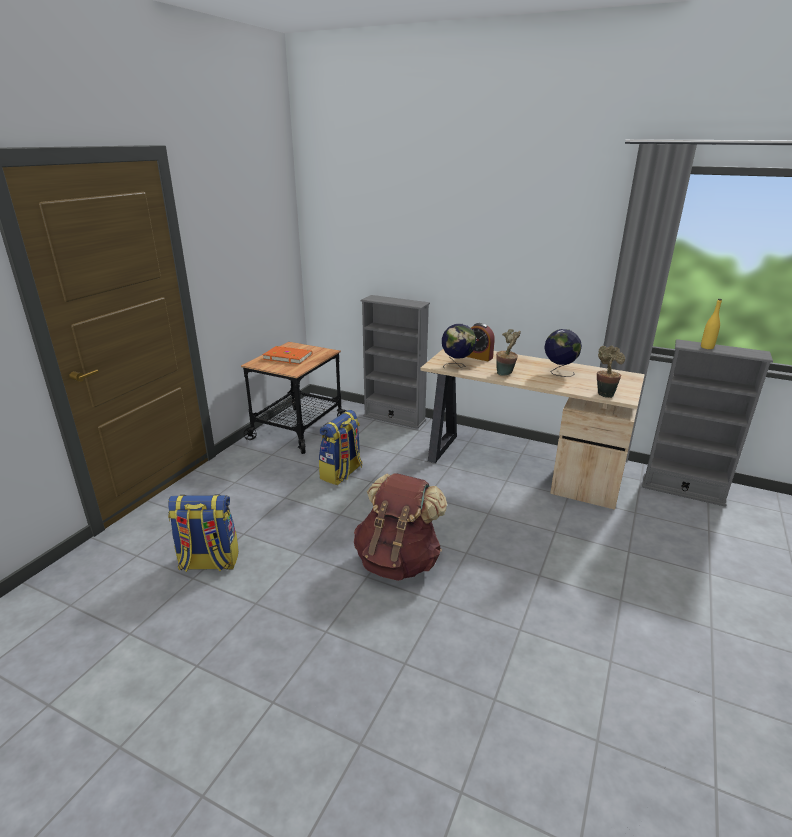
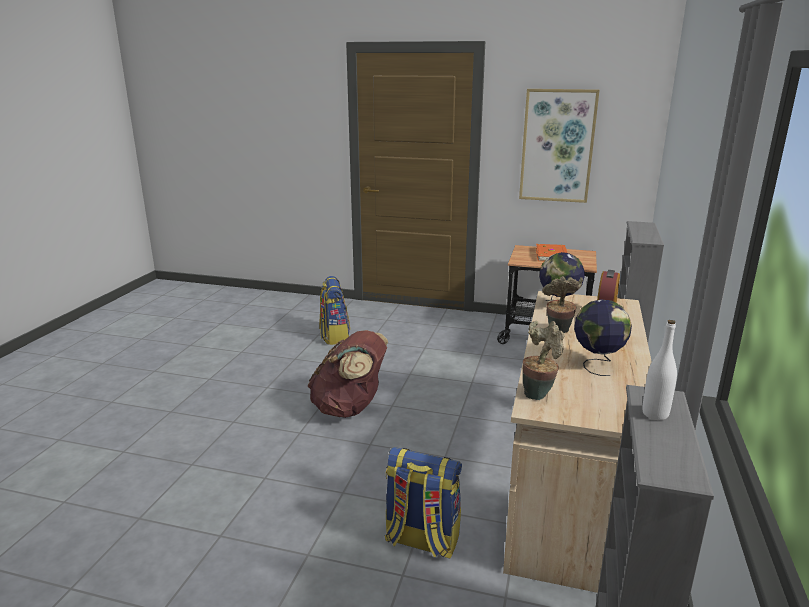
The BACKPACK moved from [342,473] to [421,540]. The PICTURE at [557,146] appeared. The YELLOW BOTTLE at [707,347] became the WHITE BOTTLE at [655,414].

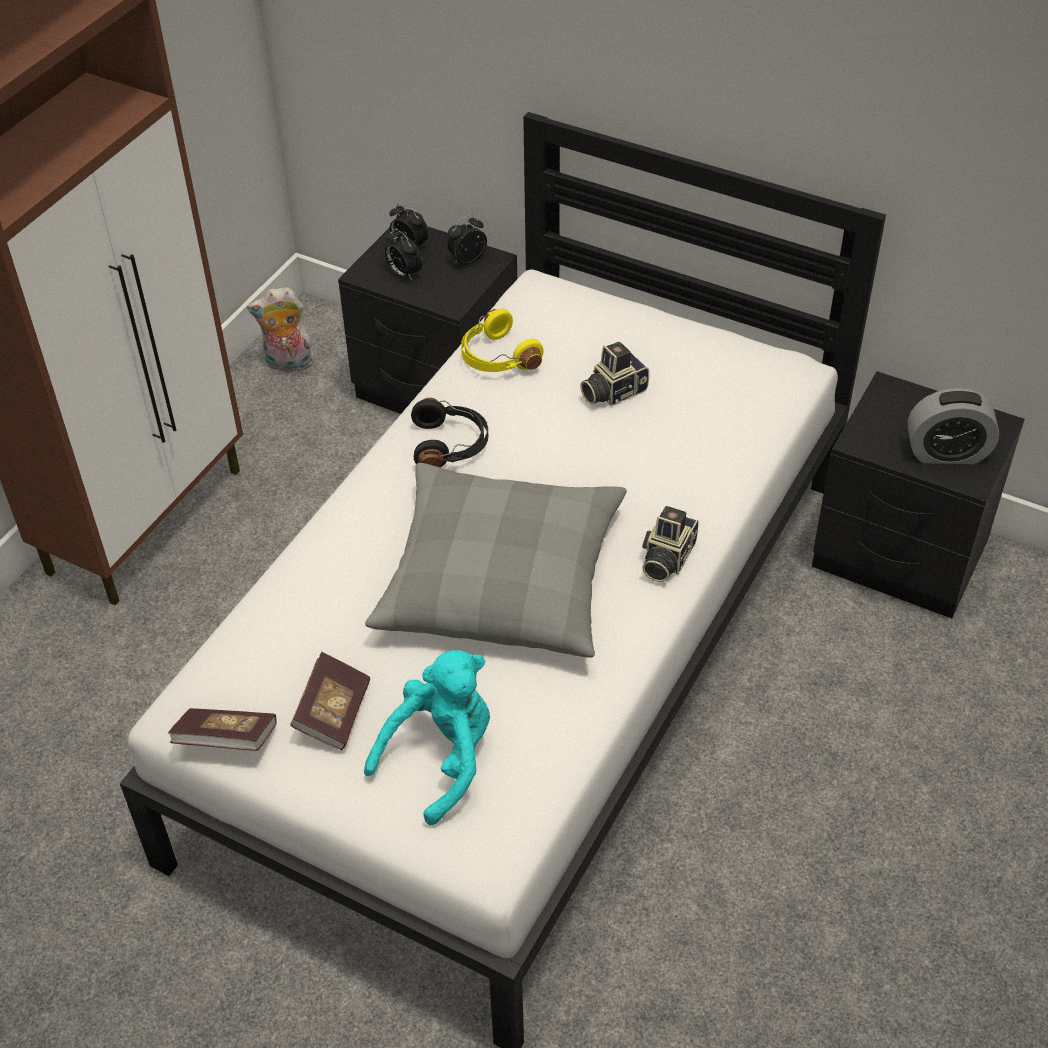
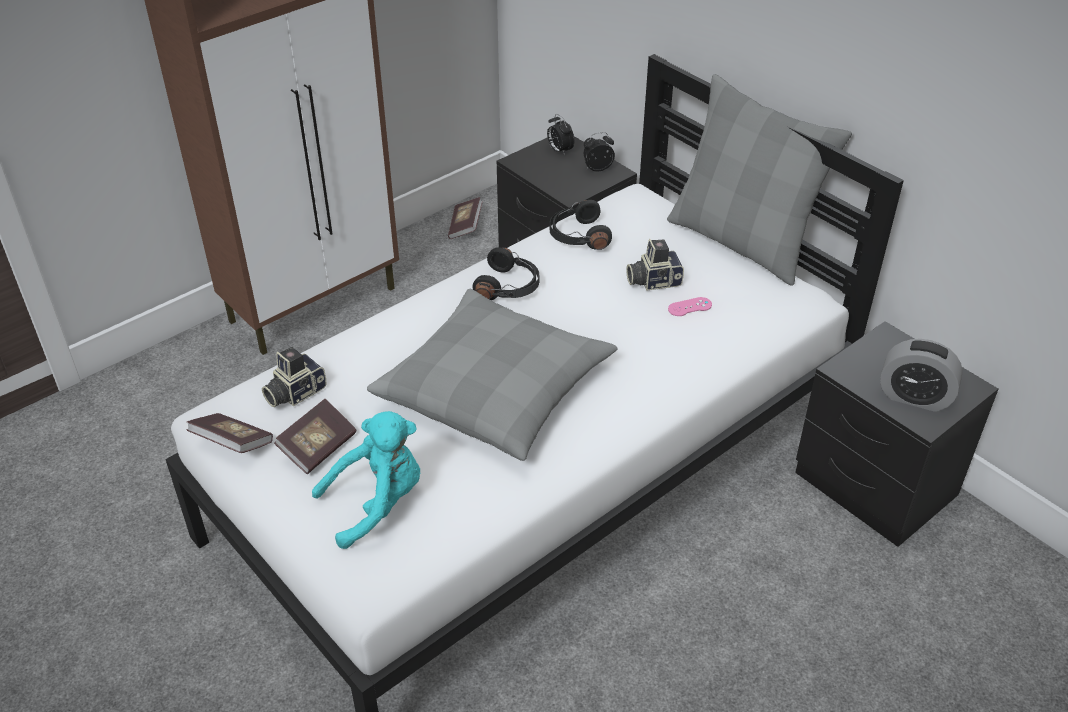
The PHOTO CAMERA moved from [665,558] to [294,392]. The PLUSH TOY at [288,364] was replaced by the BOOK at [465,226]. The YELLOW HEADPHONES at [497,358] became the BLACK HEADPHONES at [578,236]. The GREY PILLOW at [741,242] appeared. The PINK GAME CONTROLLER at [690,307] appeared. The ALARM CLOCK at [404,273] disappeared.

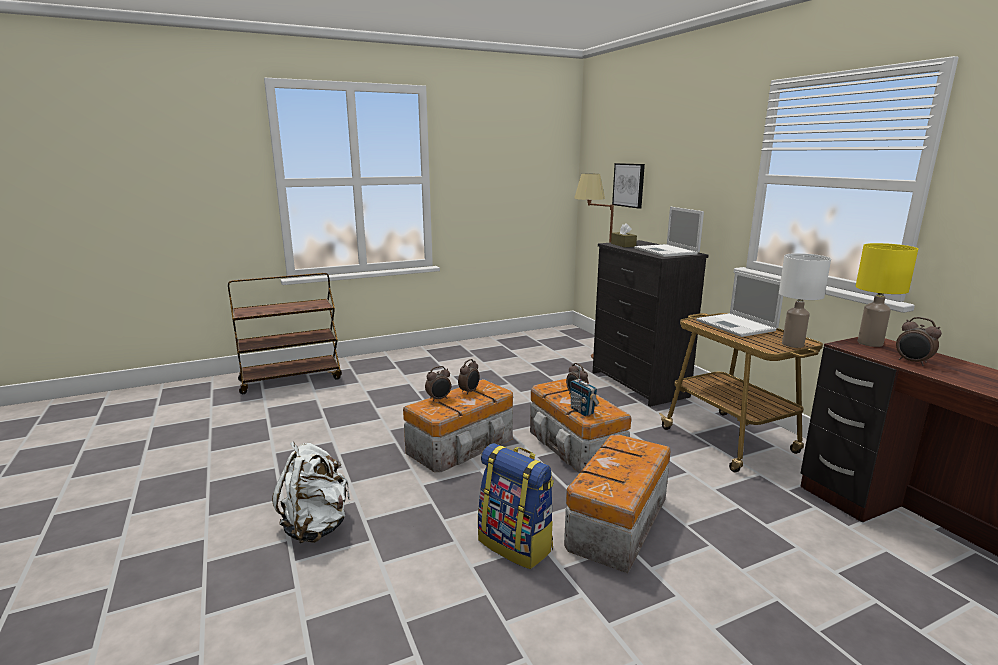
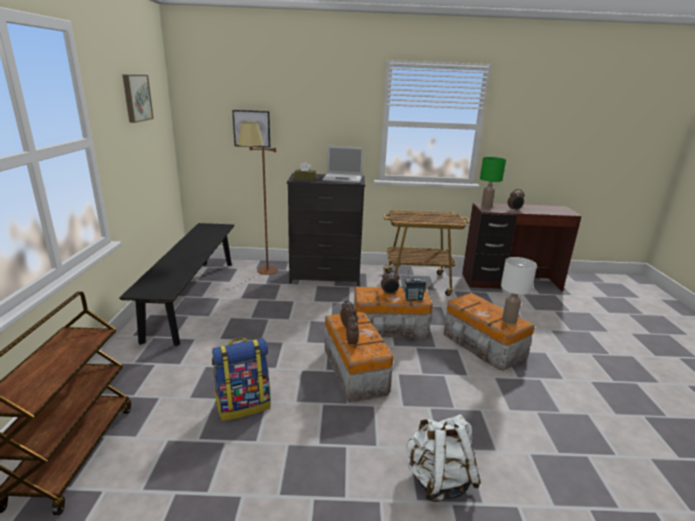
The BLACK BENCH at [193,297] appeared. The PICTURE at [136,98] appeared. The BACKPACK moved from [516,544] to [243,405]. The YELLOW TABLE LAMP at [870,343] became the GREEN TABLE LAMP at [486,206]. The WHITE TABLE LAMP moved from [792,344] to [509,320]. The LAPTOP at [737,326] disappeared.

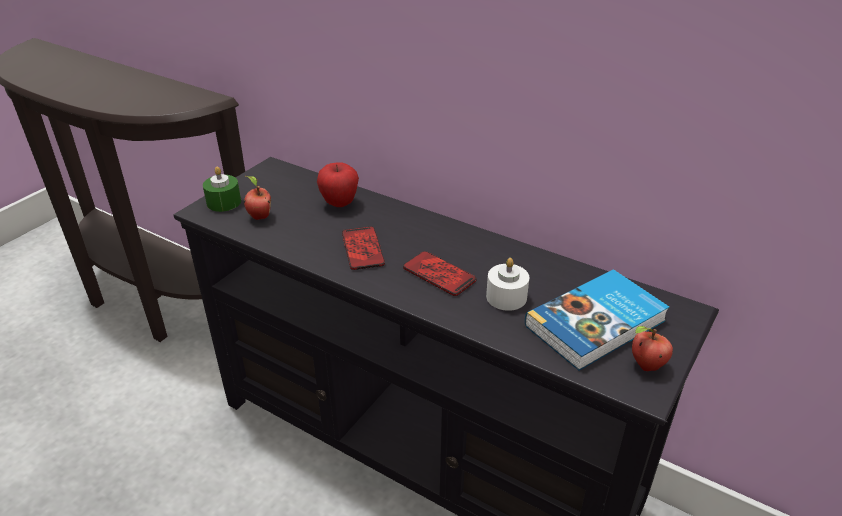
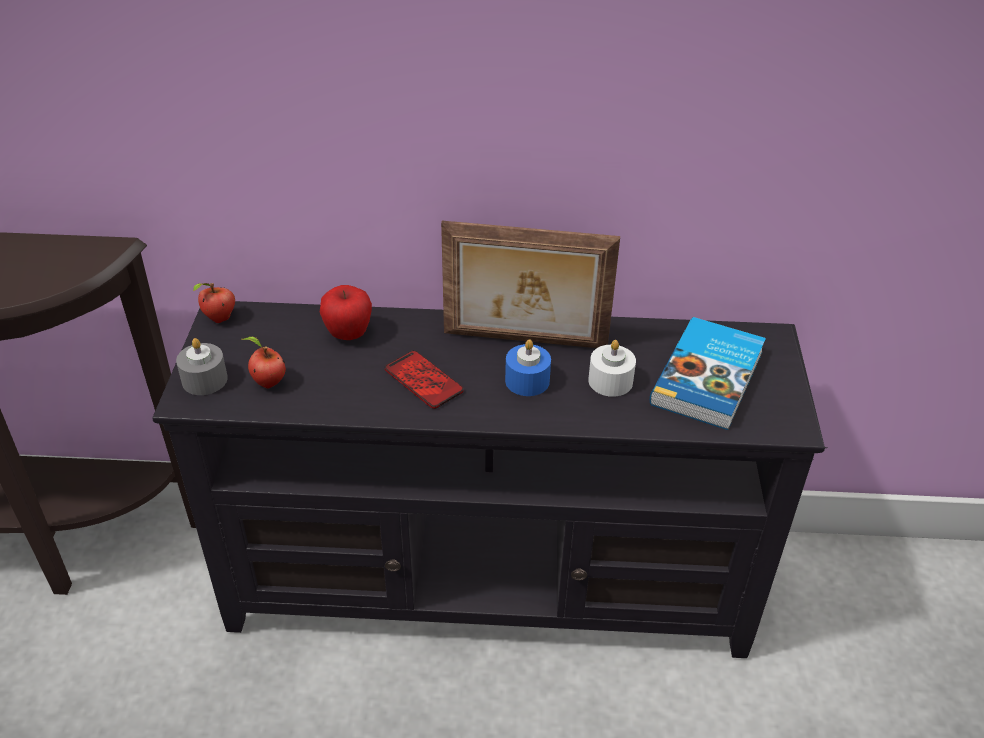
The GREEN CANDLE at [224,202] became the GREY CANDLE at [204,380]. The APPLE moved from [646,366] to [219,319]. The PICTURE FRAME at [524,342] appeared. The PHONE at [439,274] was replaced by the BLUE CANDLE at [527,381].

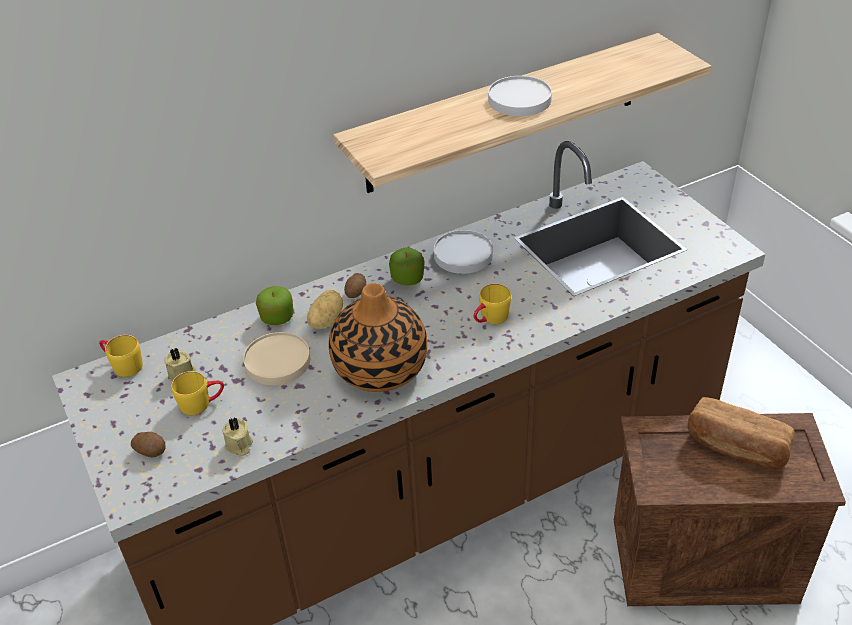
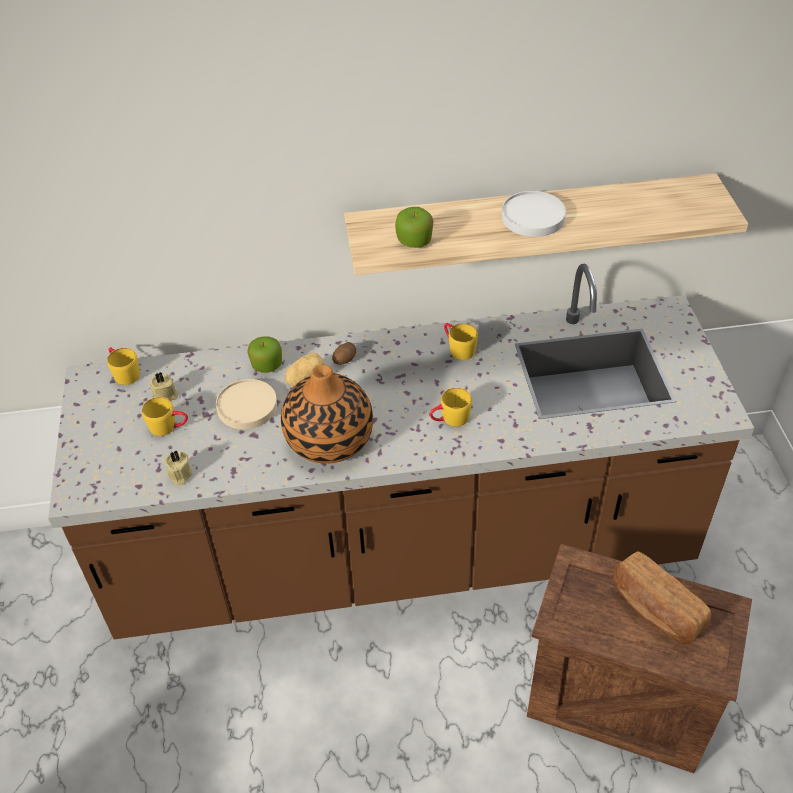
The APPLE moved from [407,278] to [414,241]. The WHITE PLATE at [462,255] was replaced by the YELLOW MUG at [458,348]. The POTATO at [151,450] disappeared.

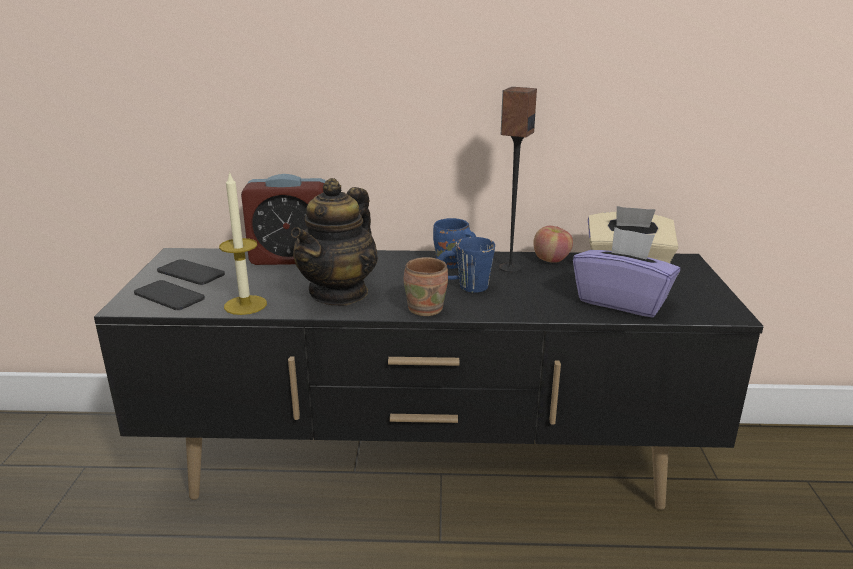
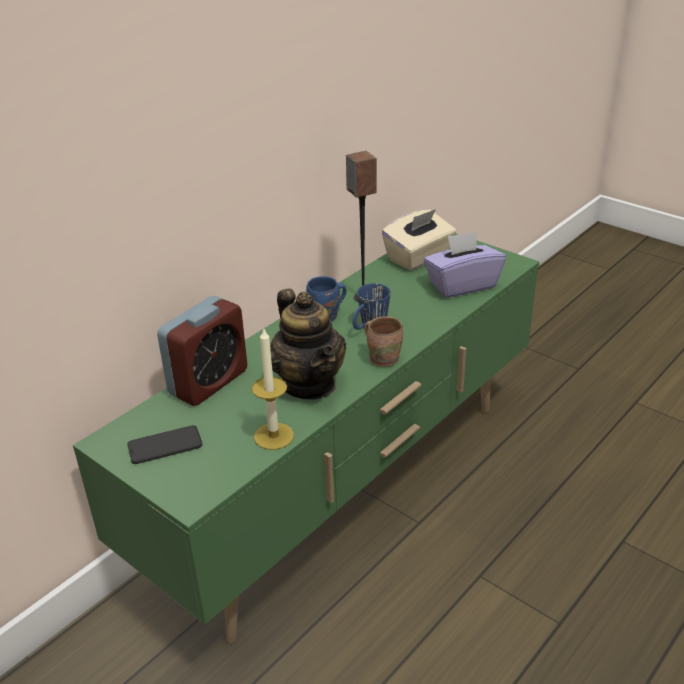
The BLACK TV STAND at [428,470] became the GREEN TV STAND at [346,490]. The PHONE at [169,296] disappeared. The APPLE at [551,260] disappeared.

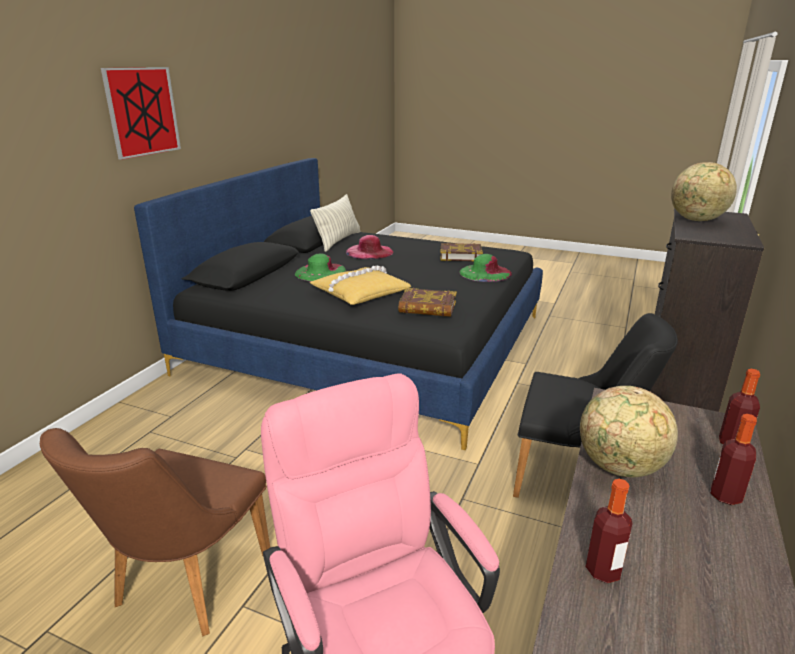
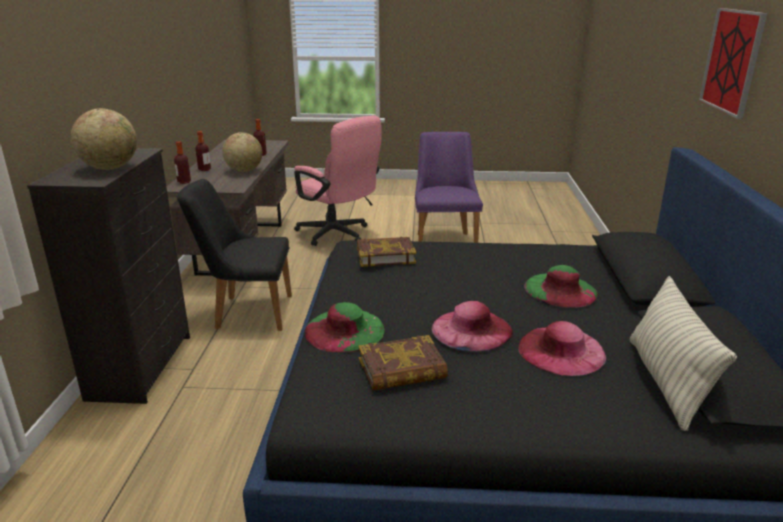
The BROWN CHAIR at [183,588] became the PURPLE CHAIR at [444,240]. The PINK HAT at [471,329] appeared. The YELLOW PILLOW at [359,293] disappeared.

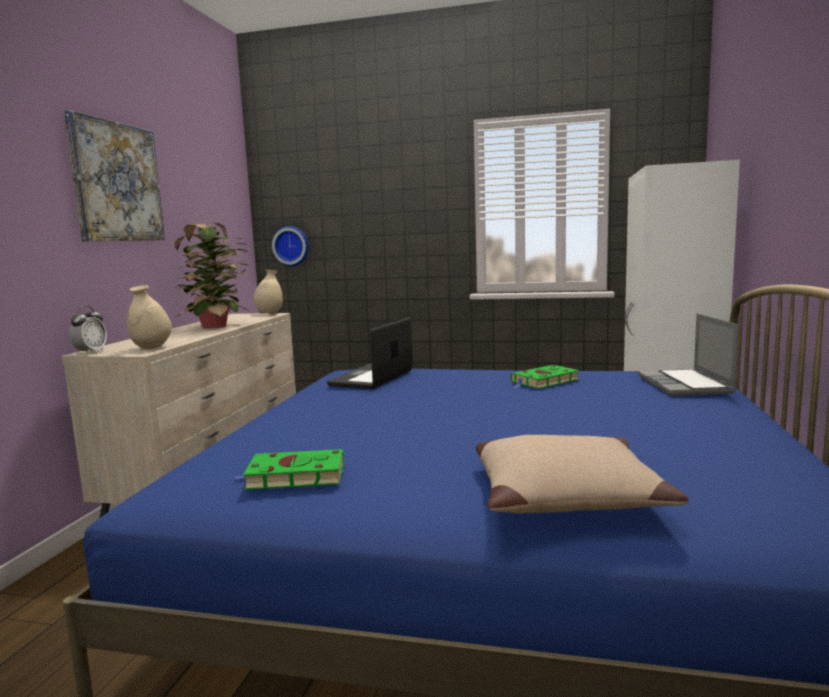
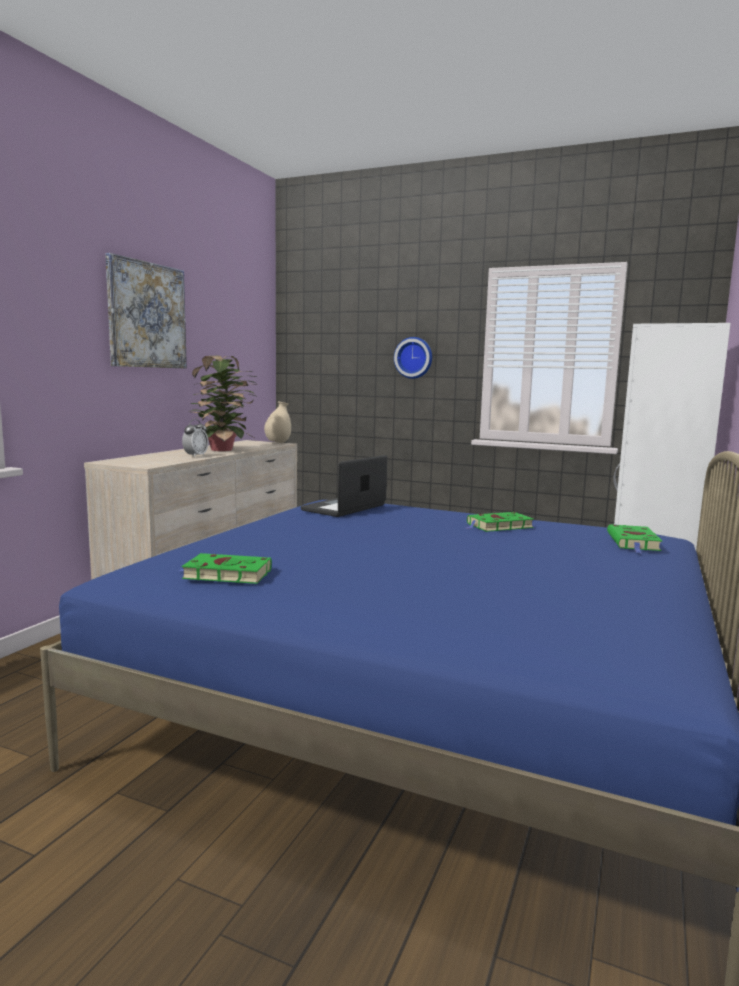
The ALARM CLOCK moved from [91,352] to [195,456]. The WALL CLOCK moved from [291,246] to [414,358]. The LAPTOP at [686,385] was replaced by the GREEN BOOK at [633,543]. The BEIGE VASE at [151,348] disappeared. The BEIGE PILLOW at [566,494] disappeared.

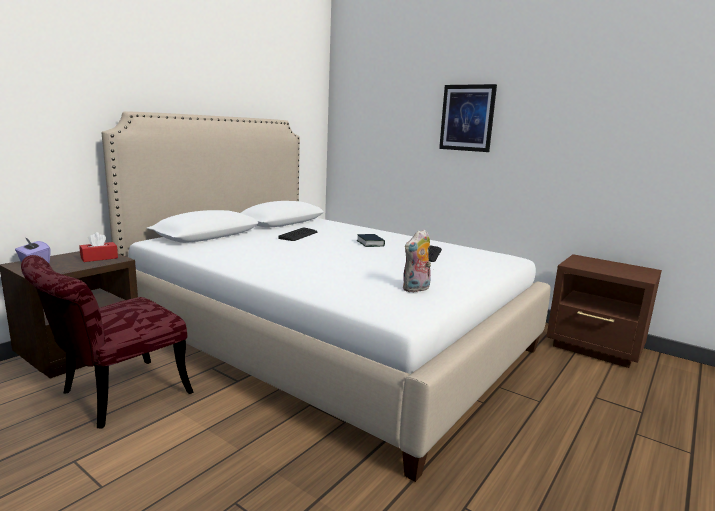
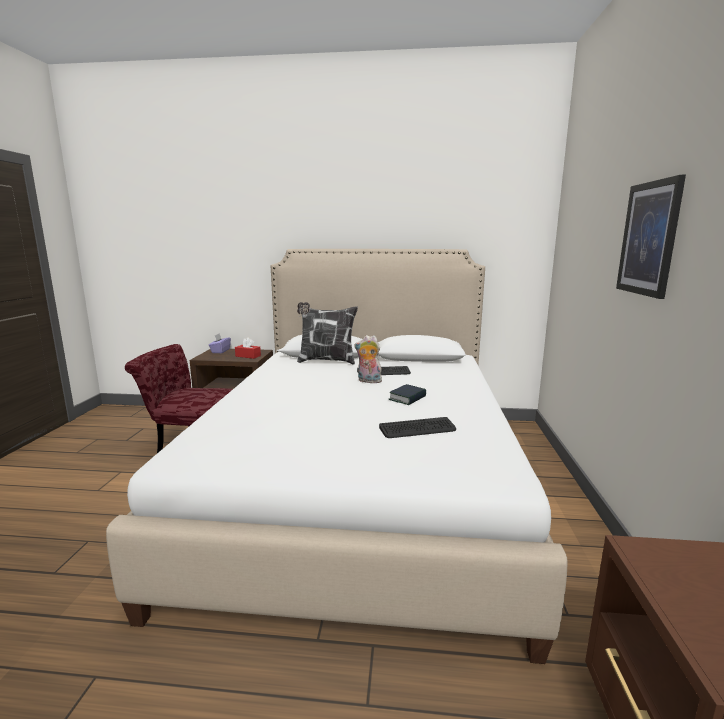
The PILLOW at [326,361] appeared. The PLUSH TOY moved from [416,289] to [368,381].

